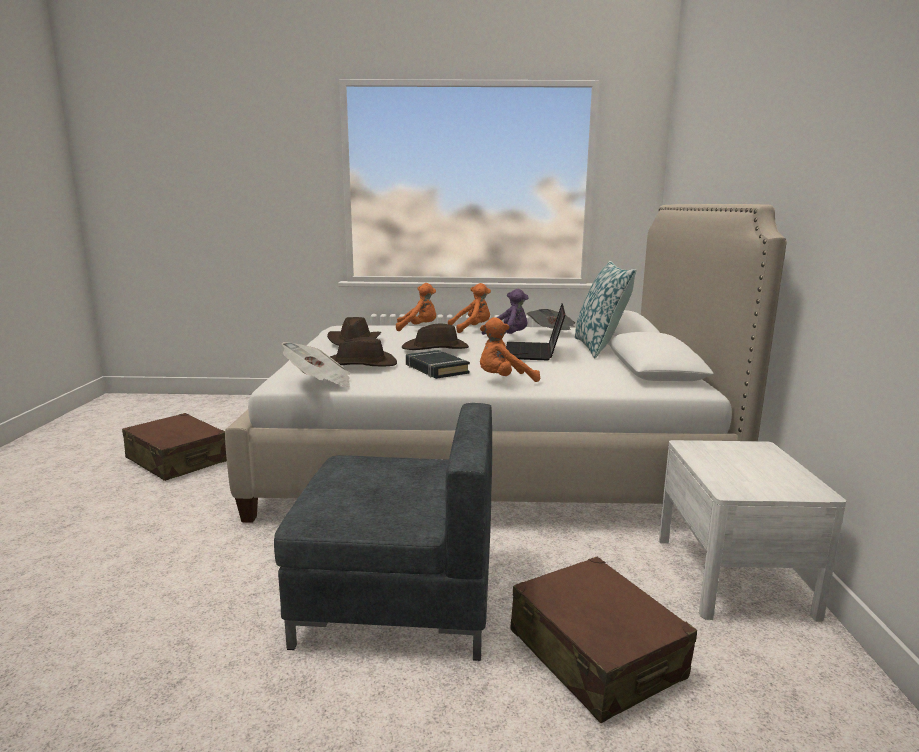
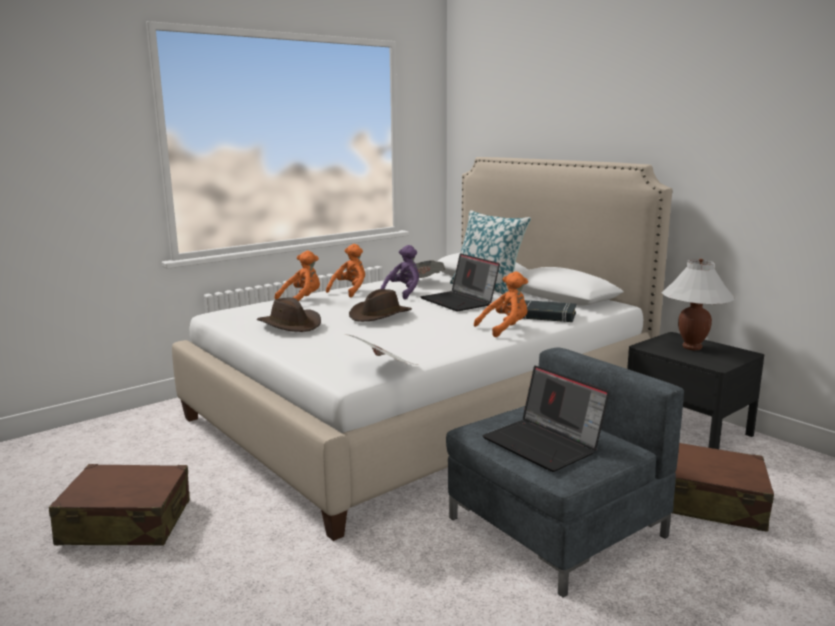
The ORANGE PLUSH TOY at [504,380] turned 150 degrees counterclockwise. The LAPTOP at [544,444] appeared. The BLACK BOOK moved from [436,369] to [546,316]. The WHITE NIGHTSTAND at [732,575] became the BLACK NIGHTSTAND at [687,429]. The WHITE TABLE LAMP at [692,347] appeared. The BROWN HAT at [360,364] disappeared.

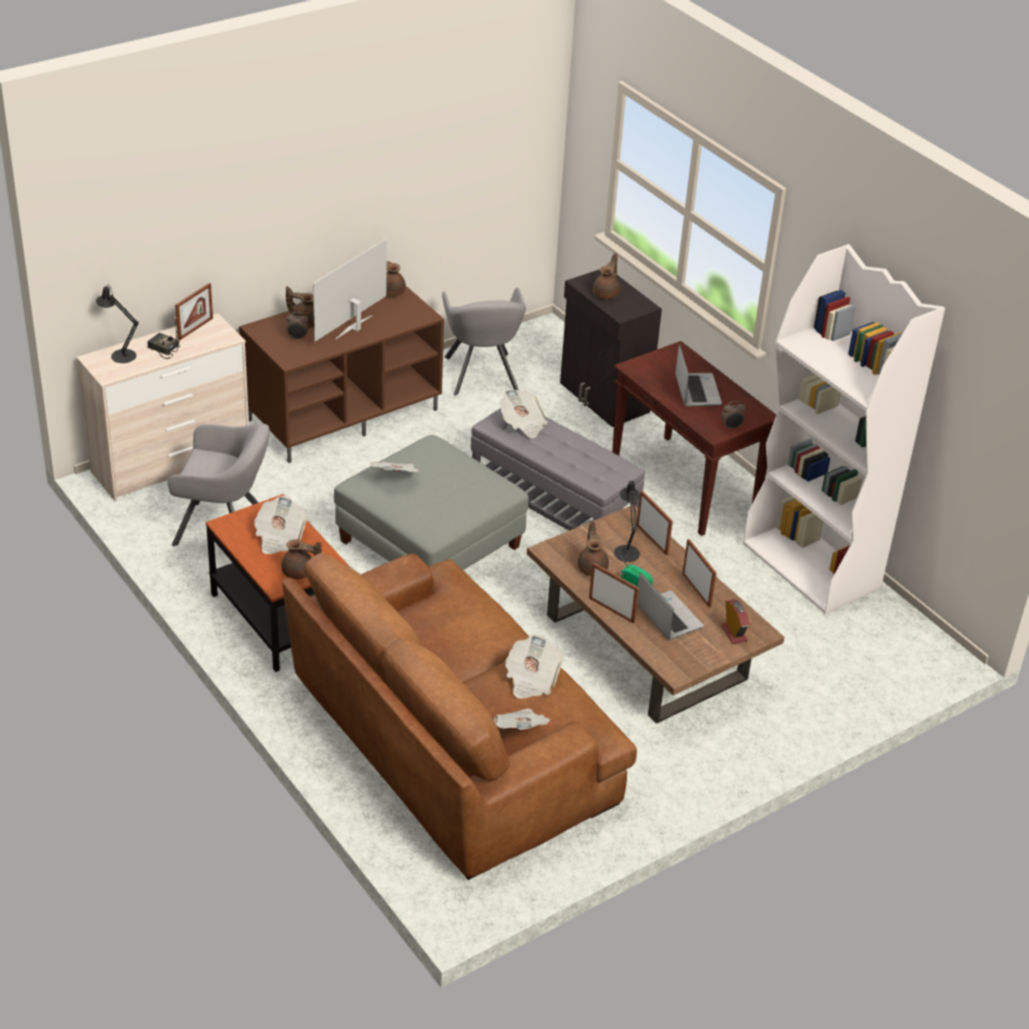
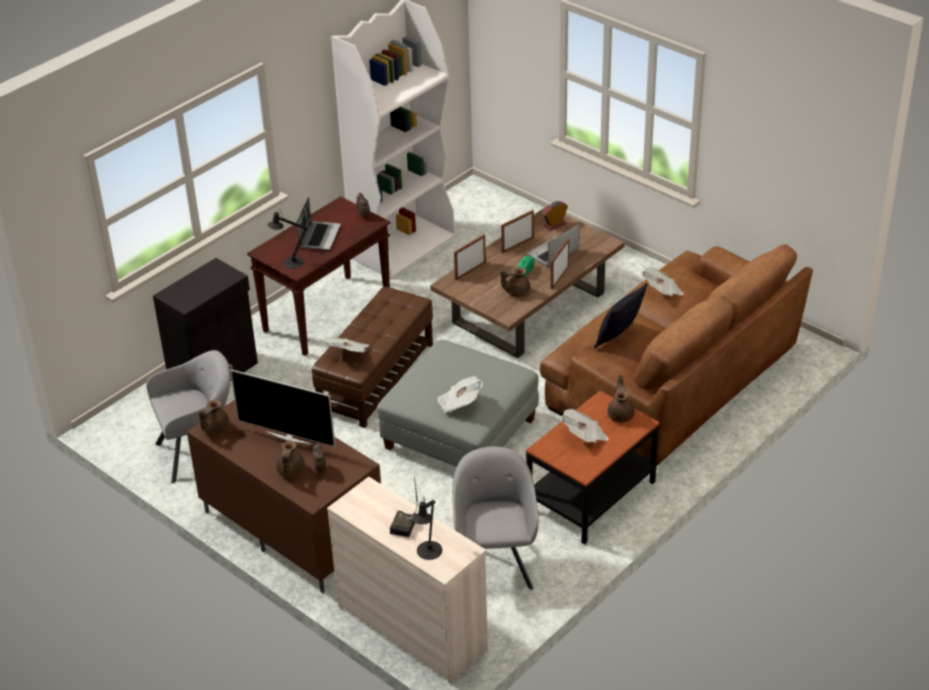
The BLACK TABLE LAMP moved from [626,550] to [290,263]. The LAPTOP at [696,390] turned 120 degrees clockwise. The GREY OTTOMAN at [553,502] became the BROWN OTTOMAN at [376,377]. The PILLOW at [619,337] appeared. The PICTURE FRAME at [195,329] disappeared. The NEWSPAPER at [520,730] disappeared. The BROWN TEAPOT at [606,294] disappeared.

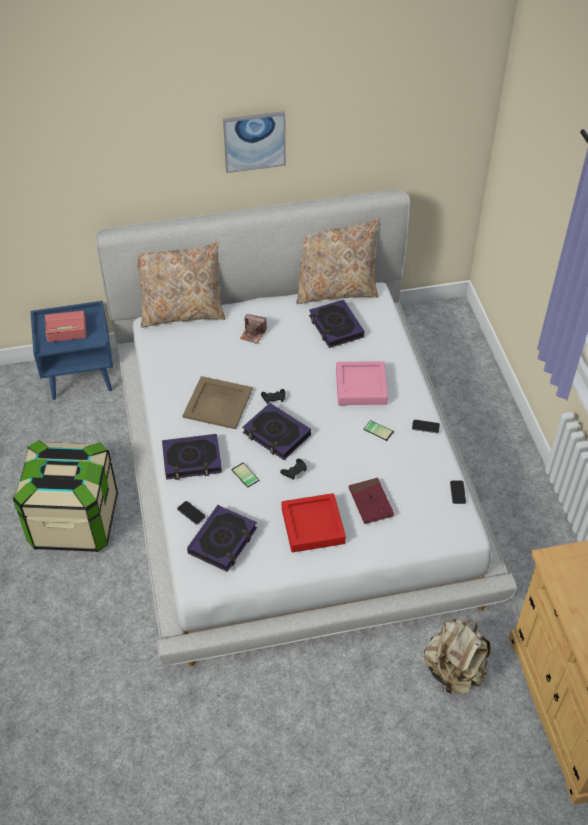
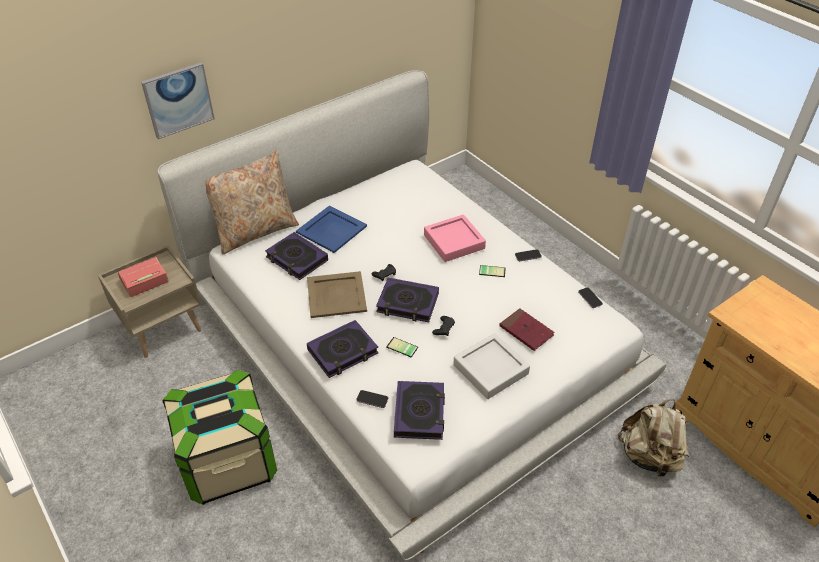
The BLUE NIGHTSTAND at [81,377] became the BEIGE NIGHTSTAND at [164,328]. The PICTURE moved from [254,141] to [178,100]. The BOOK moved from [335,327] to [297,259]. The PHOTO CAMERA at [253,334] was replaced by the BLUE TRAY at [332,229]. The RED TRAY at [313,526] became the GREY TRAY at [490,369]. The BEIGE PILLOW at [335,291] disappeared.

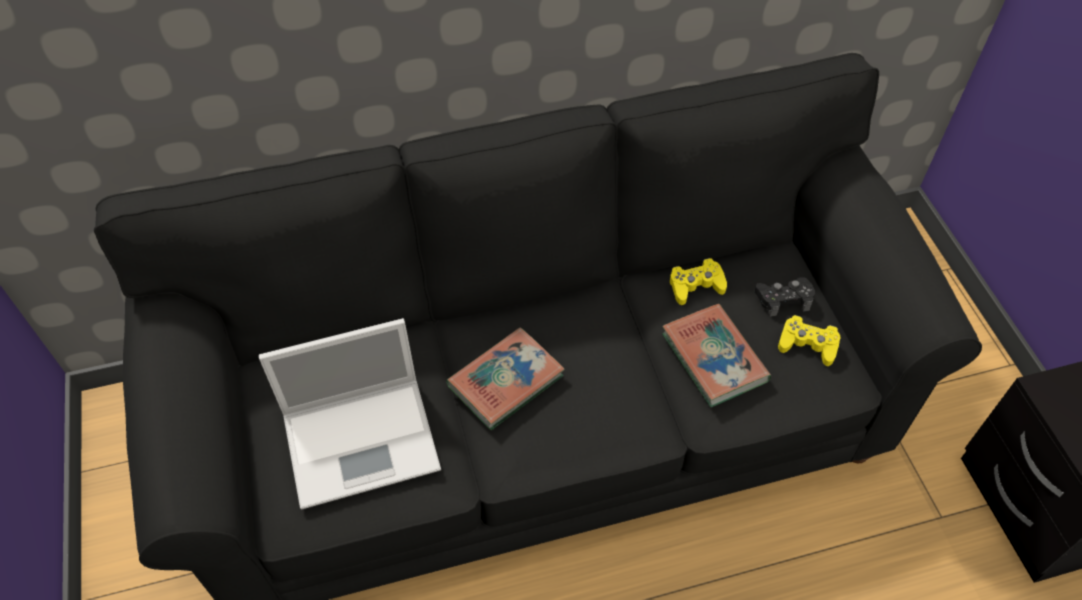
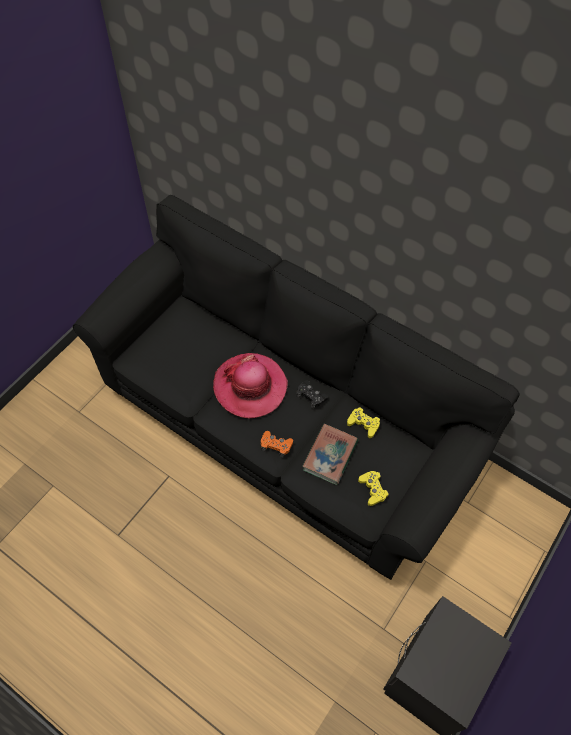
The BOOK at [505,381] was replaced by the HAT at [250,387]. The ORANGE GAME CONTROLLER at [276,445] appeared. The BLACK GAME CONTROLLER moved from [783,299] to [311,396]. The LAPTOP at [364,440] disappeared.

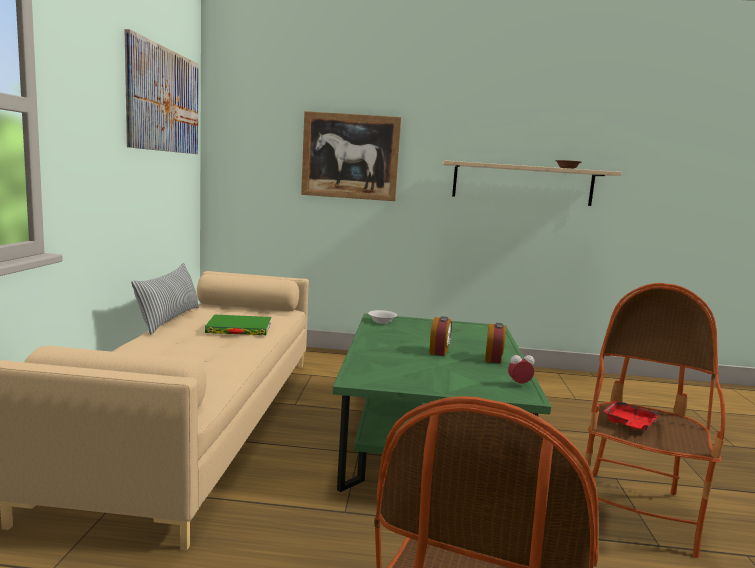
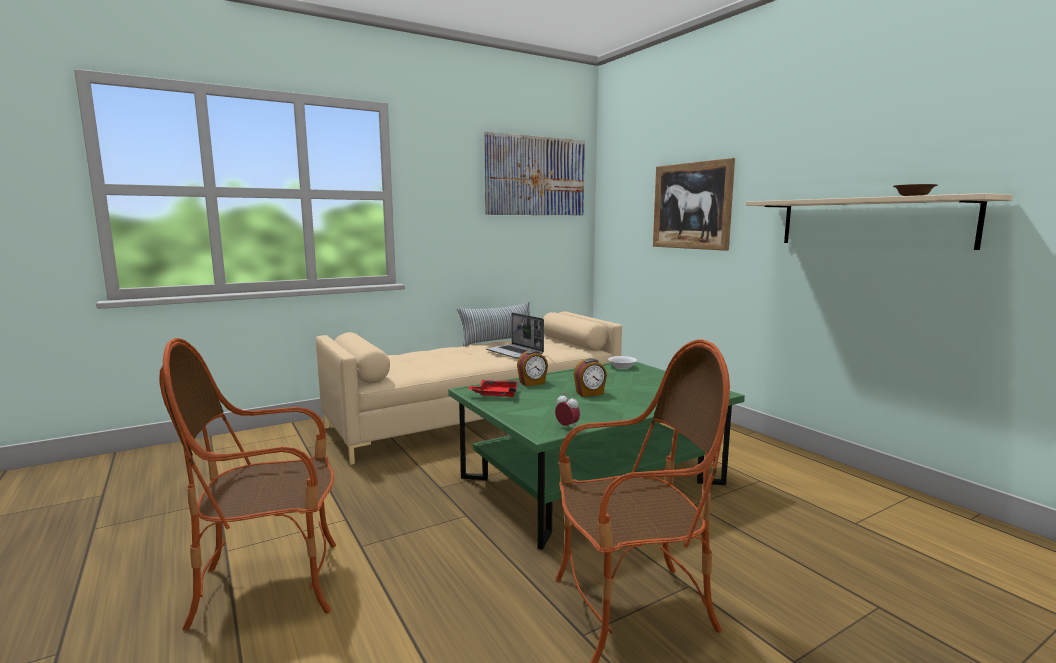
The RED TRAY moved from [629,424] to [496,394]. The GREEN BOOK at [239,329] was replaced by the LAPTOP at [515,352]. The ALARM CLOCK moved from [493,359] to [532,383].

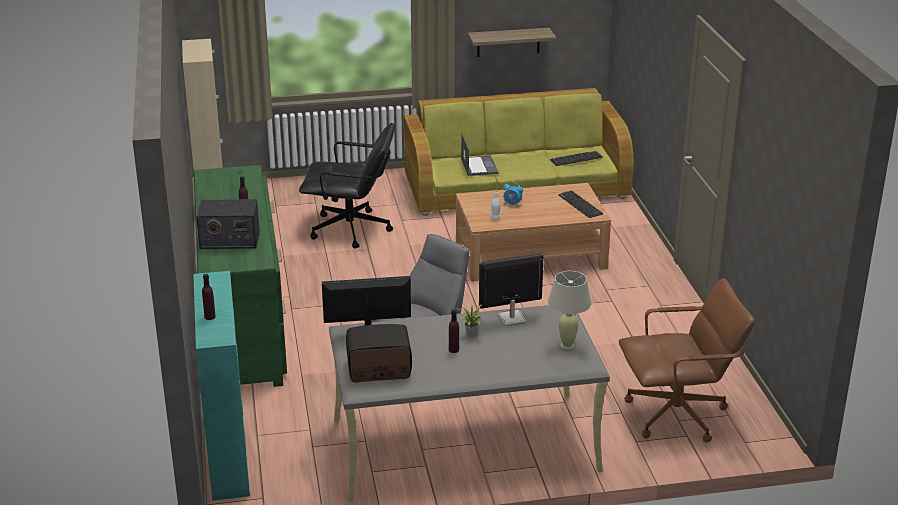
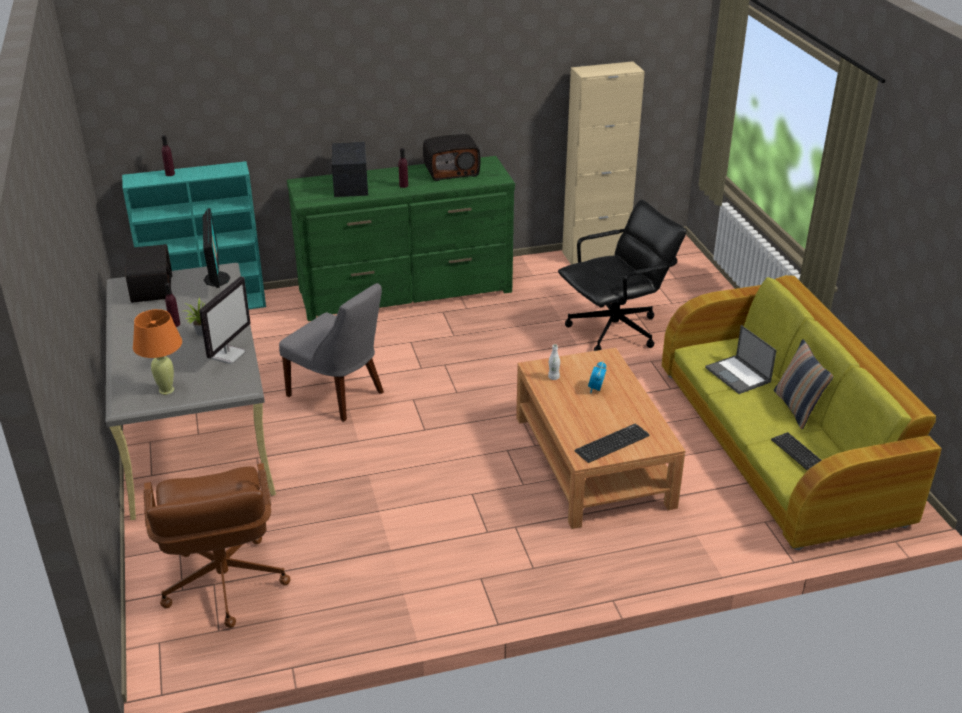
The BEIGE TABLE LAMP at [567,345] became the ORANGE TABLE LAMP at [166,390]. The MONITOR at [511,318] turned 45 degrees clockwise. The RADIO at [452,171] appeared. The BLACK OFFICE CHAIR at [351,230] turned 120 degrees counterclockwise. The LAPTOP at [479,166] turned 75 degrees clockwise. The PILLOW at [796,408] appeared. The SHELF at [508,42] disappeared.

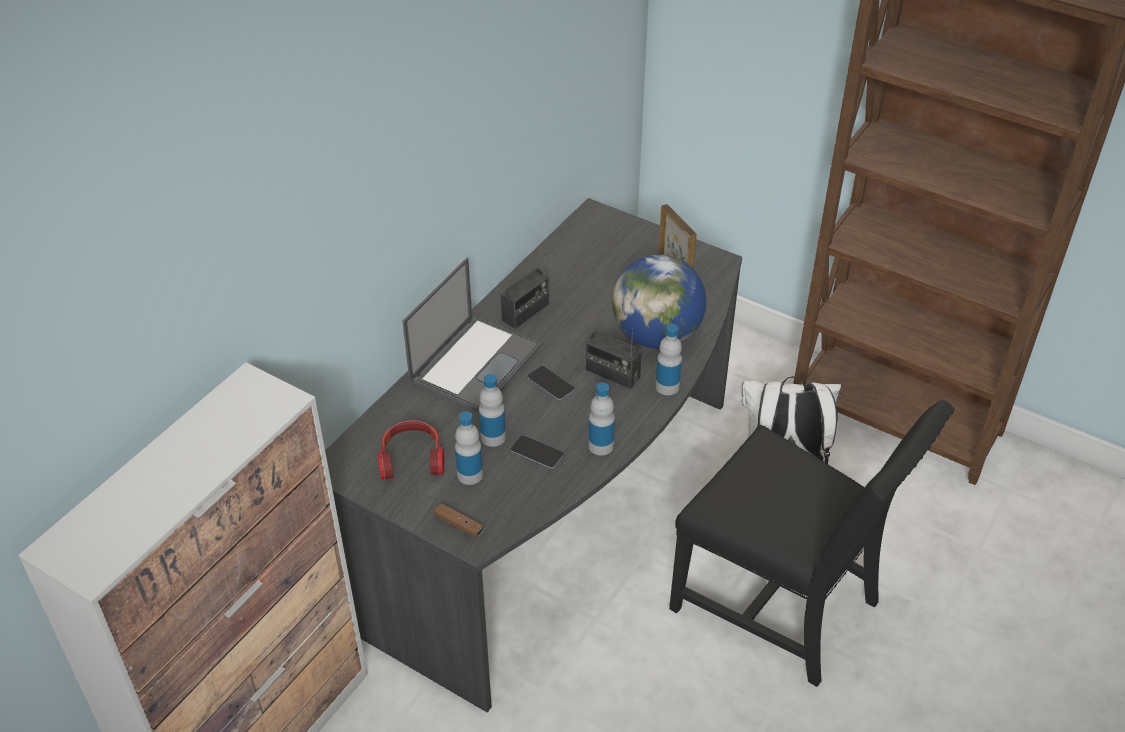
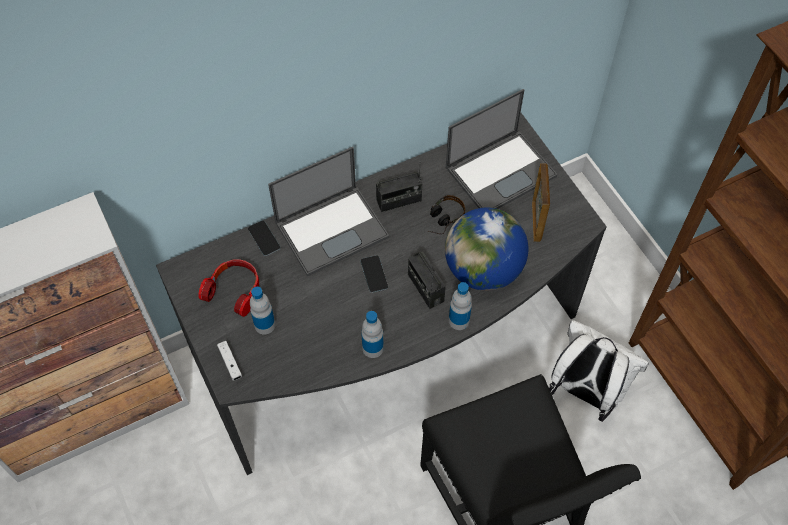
The BROWN GAME CONTROLLER at [459,524] became the WHITE GAME CONTROLLER at [230,363]. The PHONE moved from [537,452] to [264,238]. The HEADPHONES at [442,220] appeared. The LAPTOP at [501,171] appeared. The BOTTLE at [493,437] disappeared.

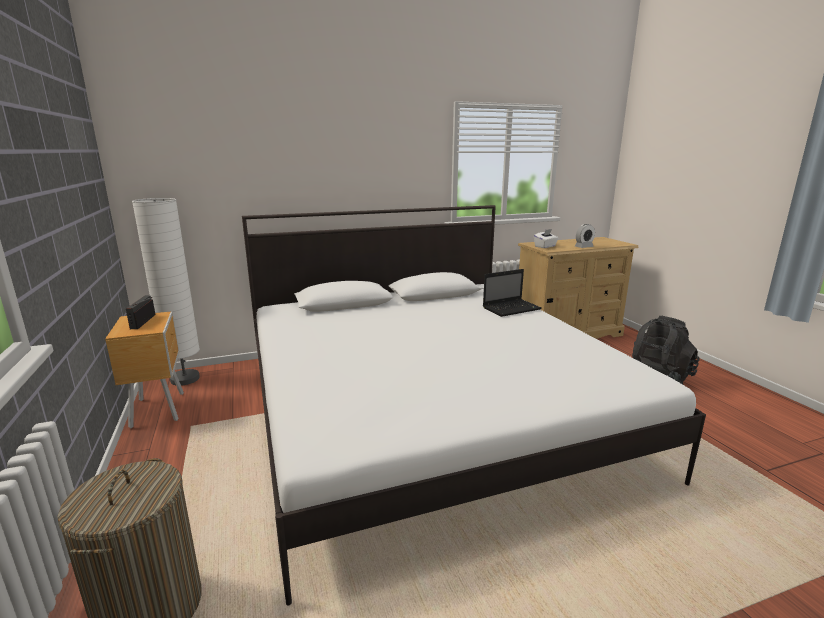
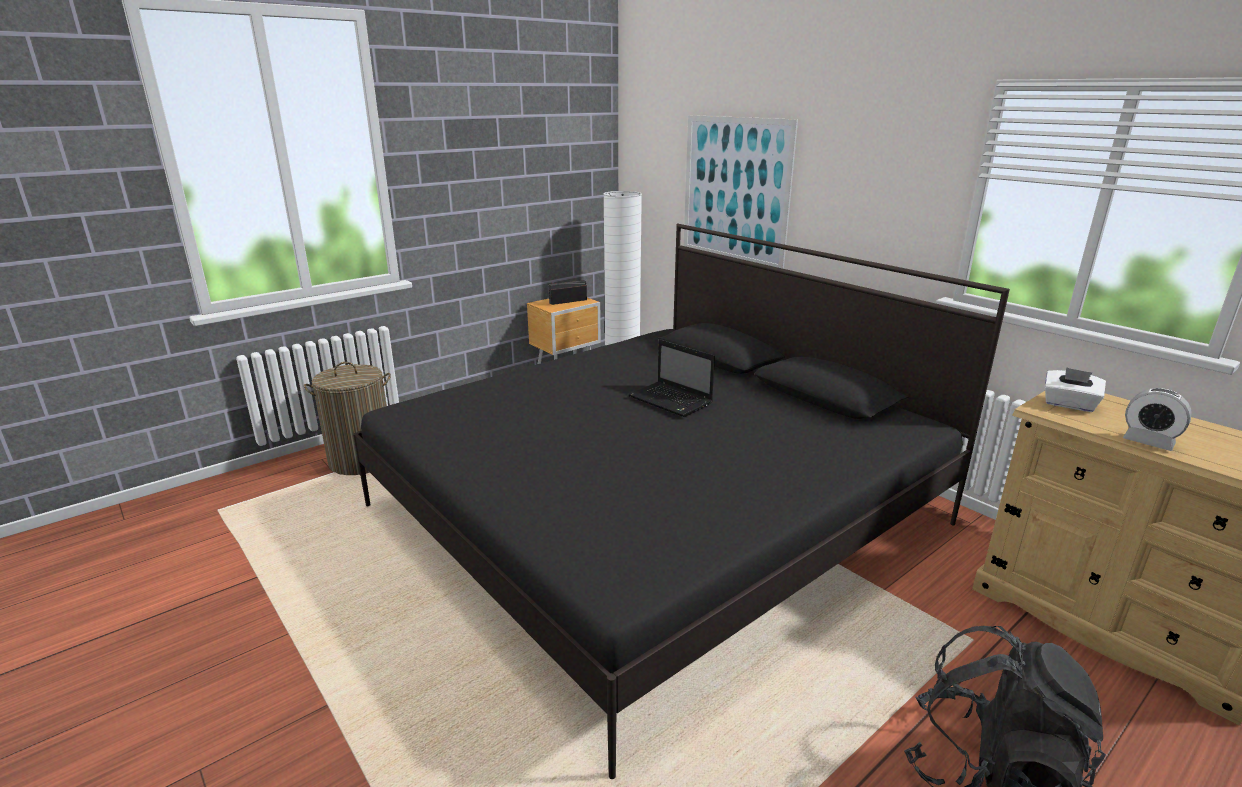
The WHITE BED at [429,414] became the BLACK BED at [655,514]. The LAPTOP moved from [512,308] to [672,401]. The PICTURE at [735,190] appeared.

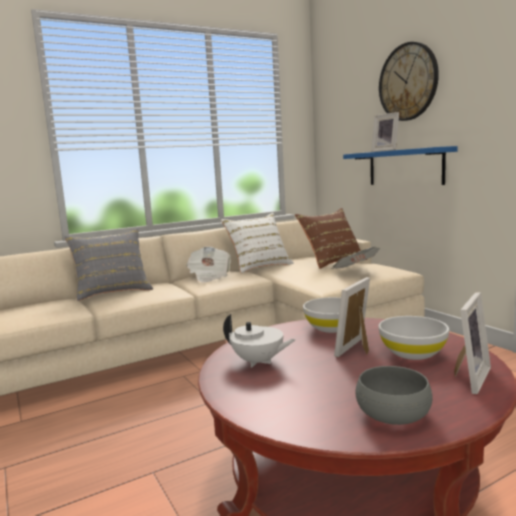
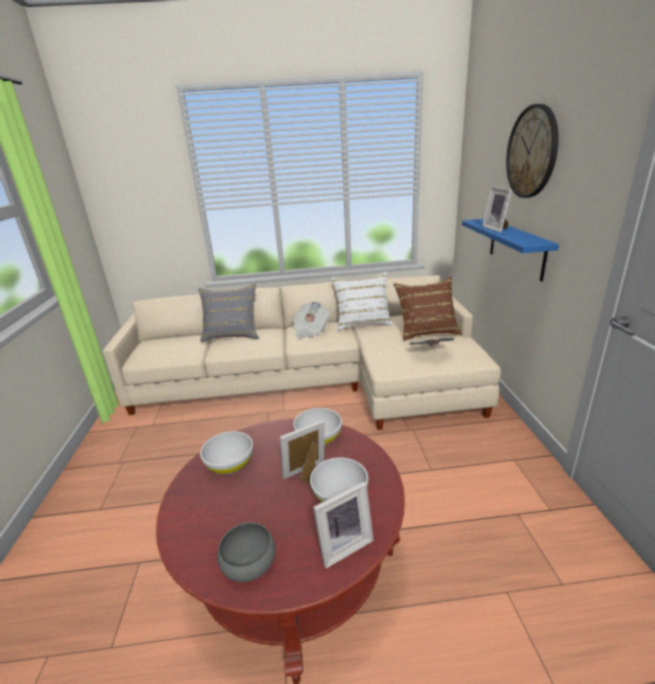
The WHITE TEAPOT at [258,362] was replaced by the WHITE BOWL at [230,464].

